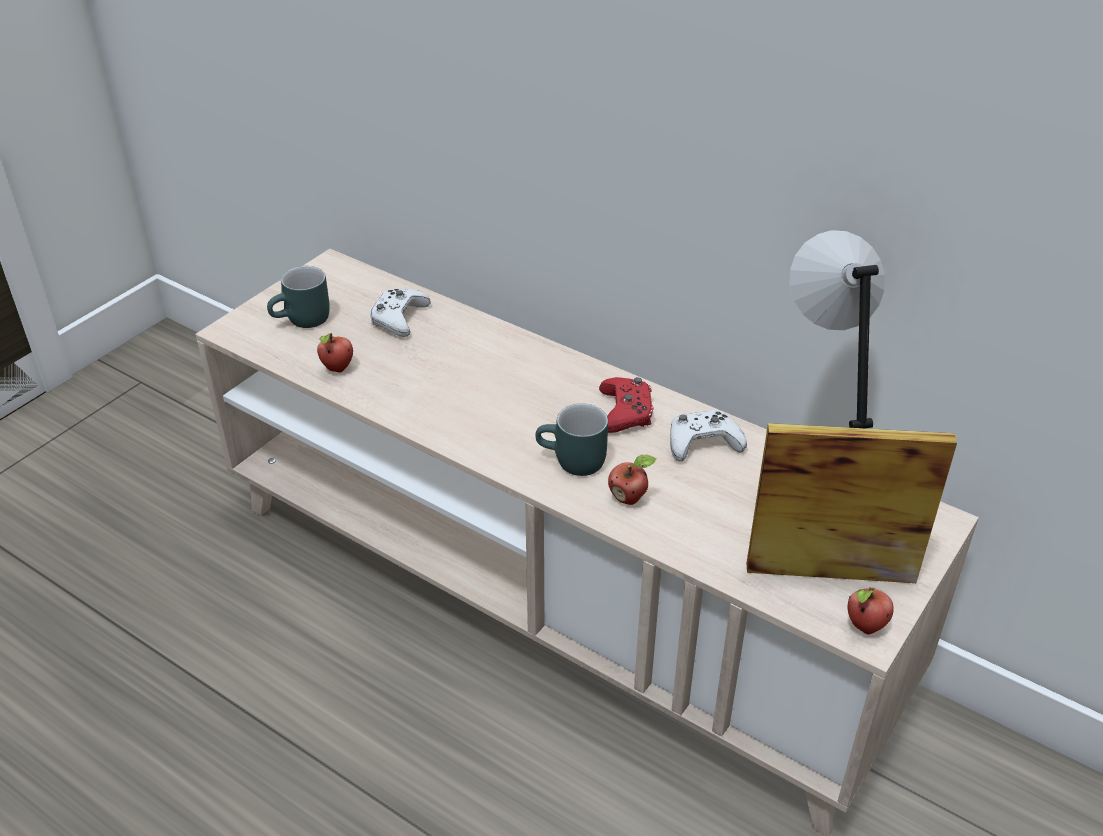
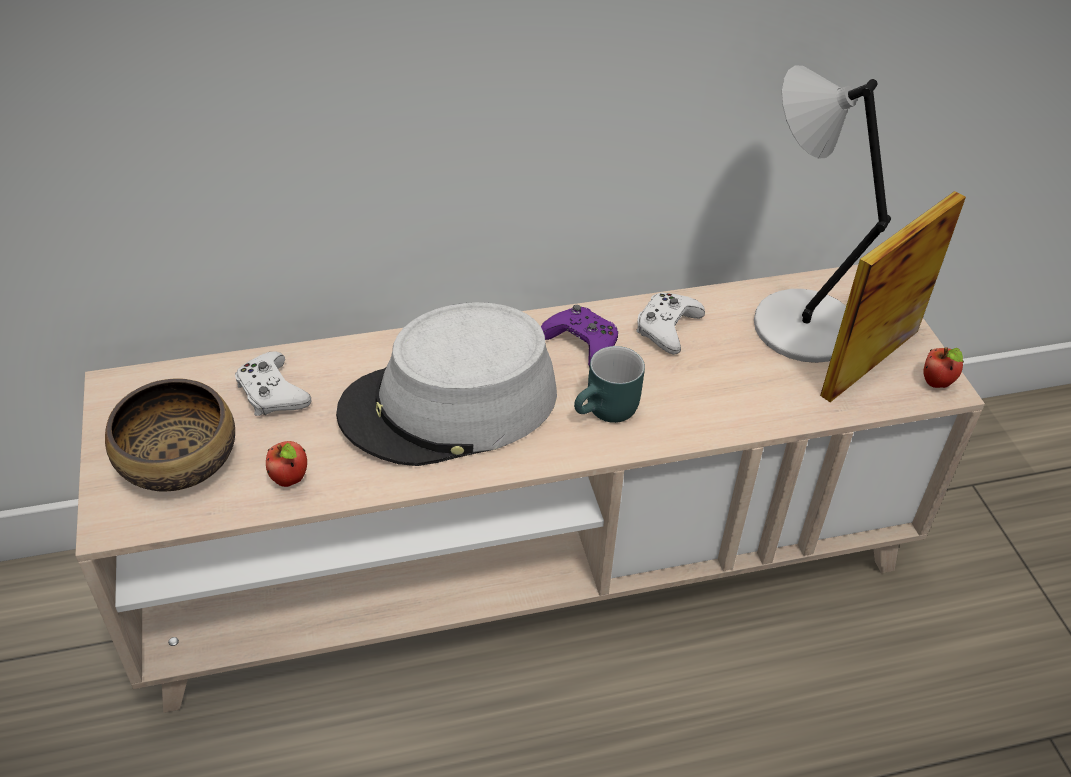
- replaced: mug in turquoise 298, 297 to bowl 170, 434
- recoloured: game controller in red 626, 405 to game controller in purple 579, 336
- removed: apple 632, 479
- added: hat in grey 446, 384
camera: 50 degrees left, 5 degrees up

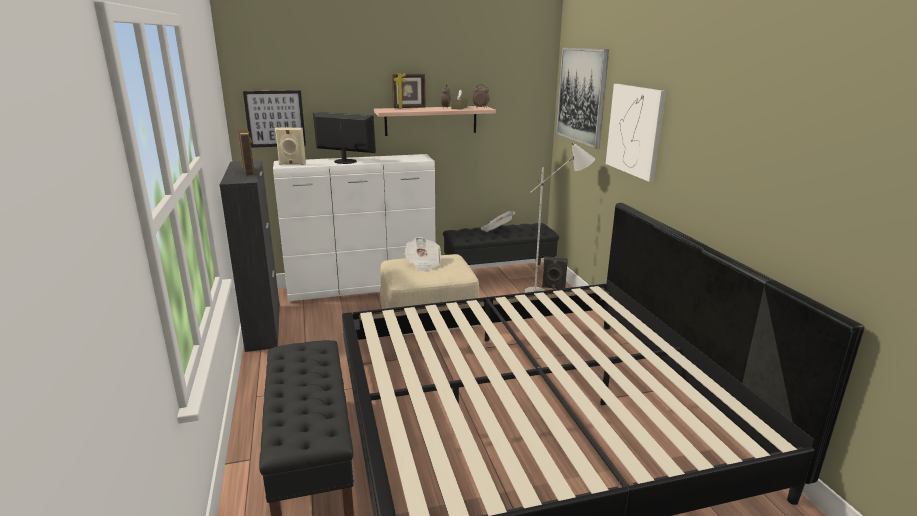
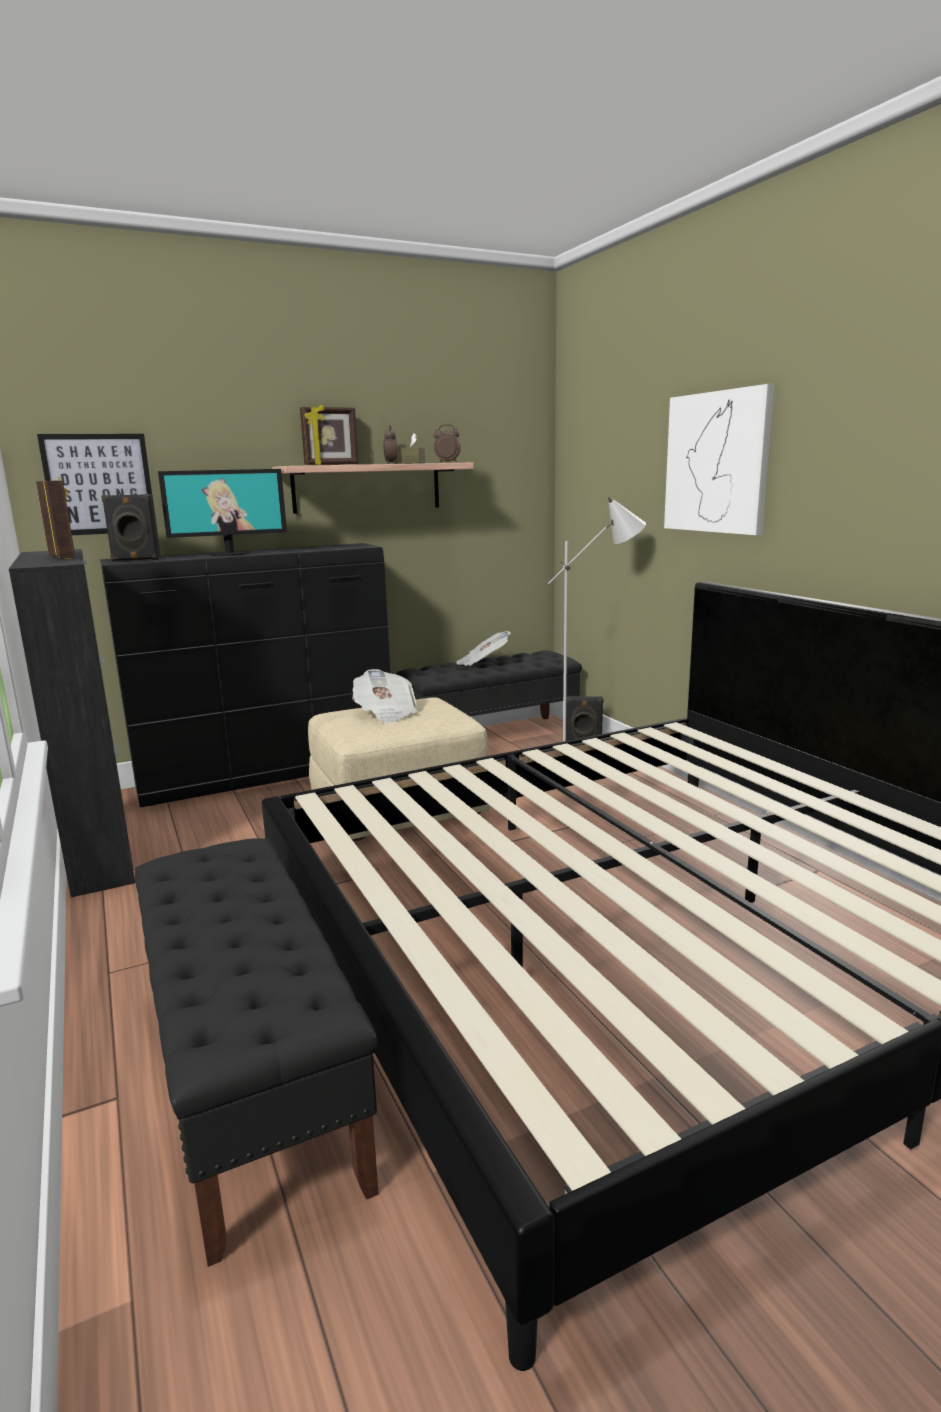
- removed: picture 582, 98
- turned: monitor 344, 138 = 222, 512 150 degrees clockwise
- recoloured: speaker in beige 290, 146 to speaker in black 131, 527
- recoloured: dresser in white 354, 227 to dresser in black 245, 675
camera: 10 degrees left, 5 degrees down

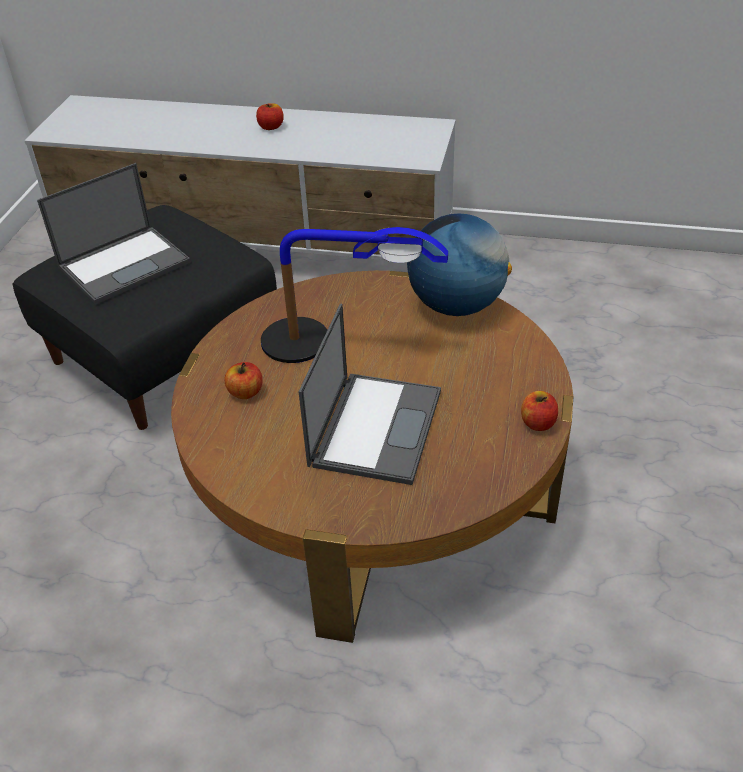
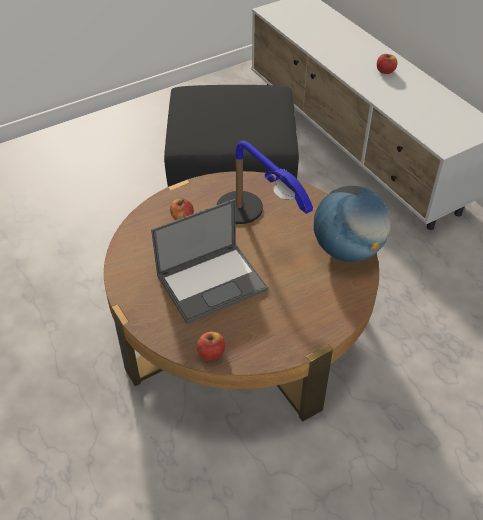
- removed: laptop 114, 234
- moved: apple 539, 411 to 211, 346
camera: 45 degrees right, 5 degrees up

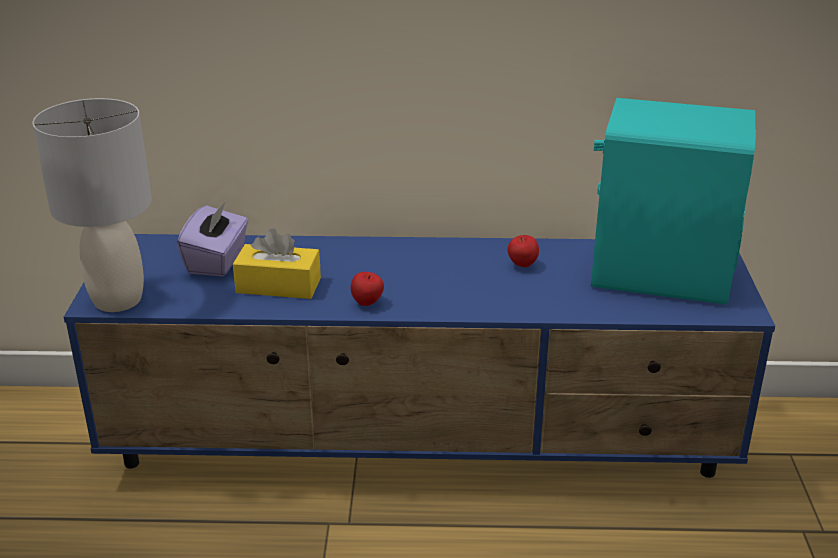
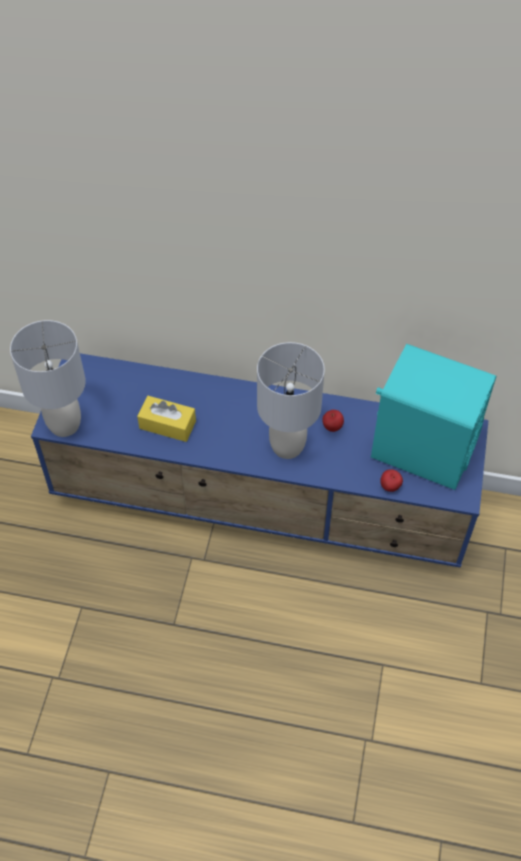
- removed: tissue box in purple 213, 238
- moved: apple 367, 289 to 391, 480
- added: table lamp in grey 291, 400
camera: 10 degrees right, 25 degrees up

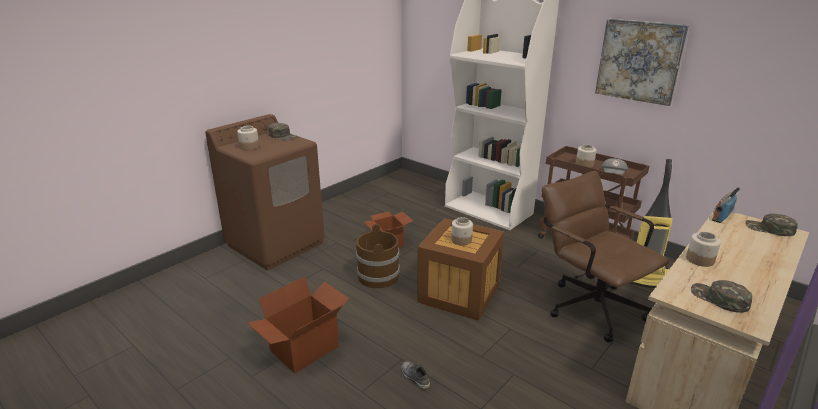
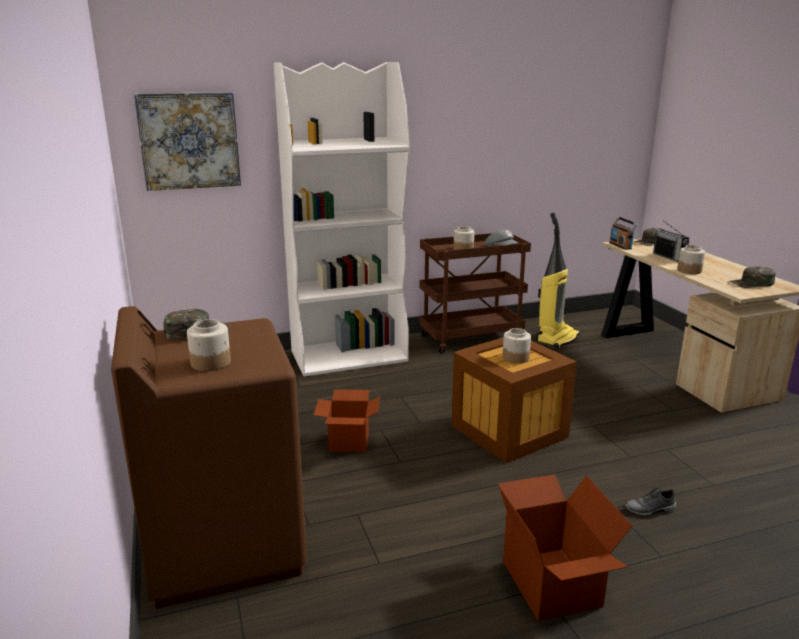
- moved: picture 642, 62 to 187, 141
- removed: office chair in brown 605, 256
- removed: bucket in brown 377, 256
- added: radio 671, 241
camera: 60 degrees left, 5 degrees down

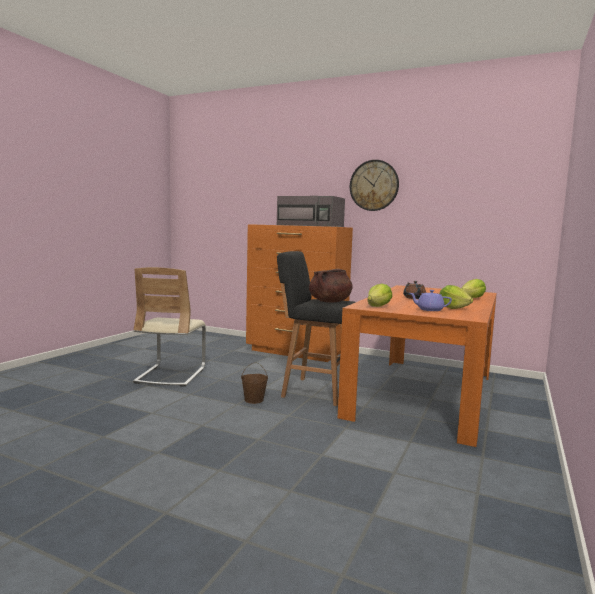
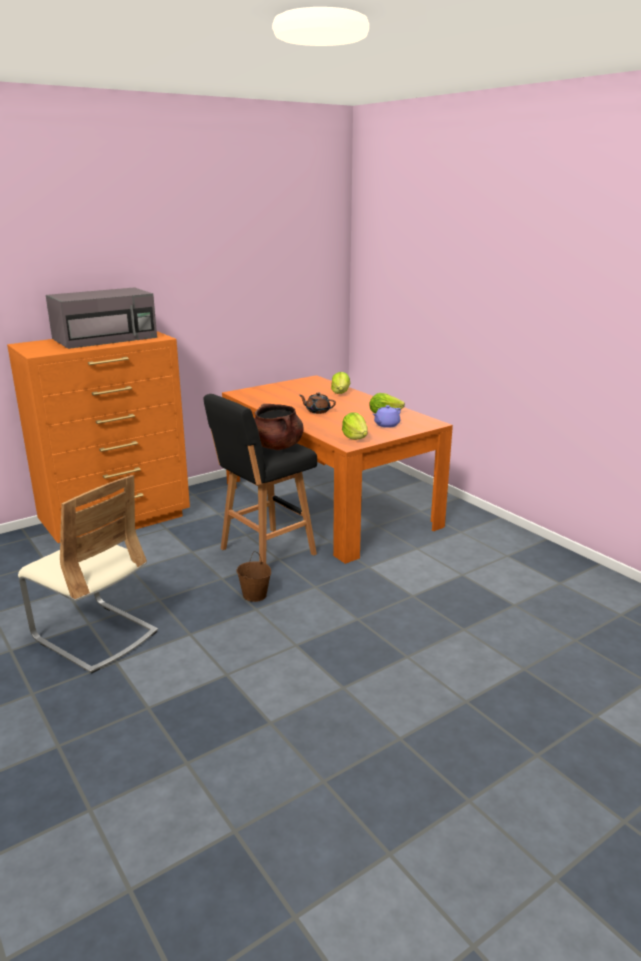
- removed: wall clock 374, 185
camera: 60 degrees left, 15 degrees up

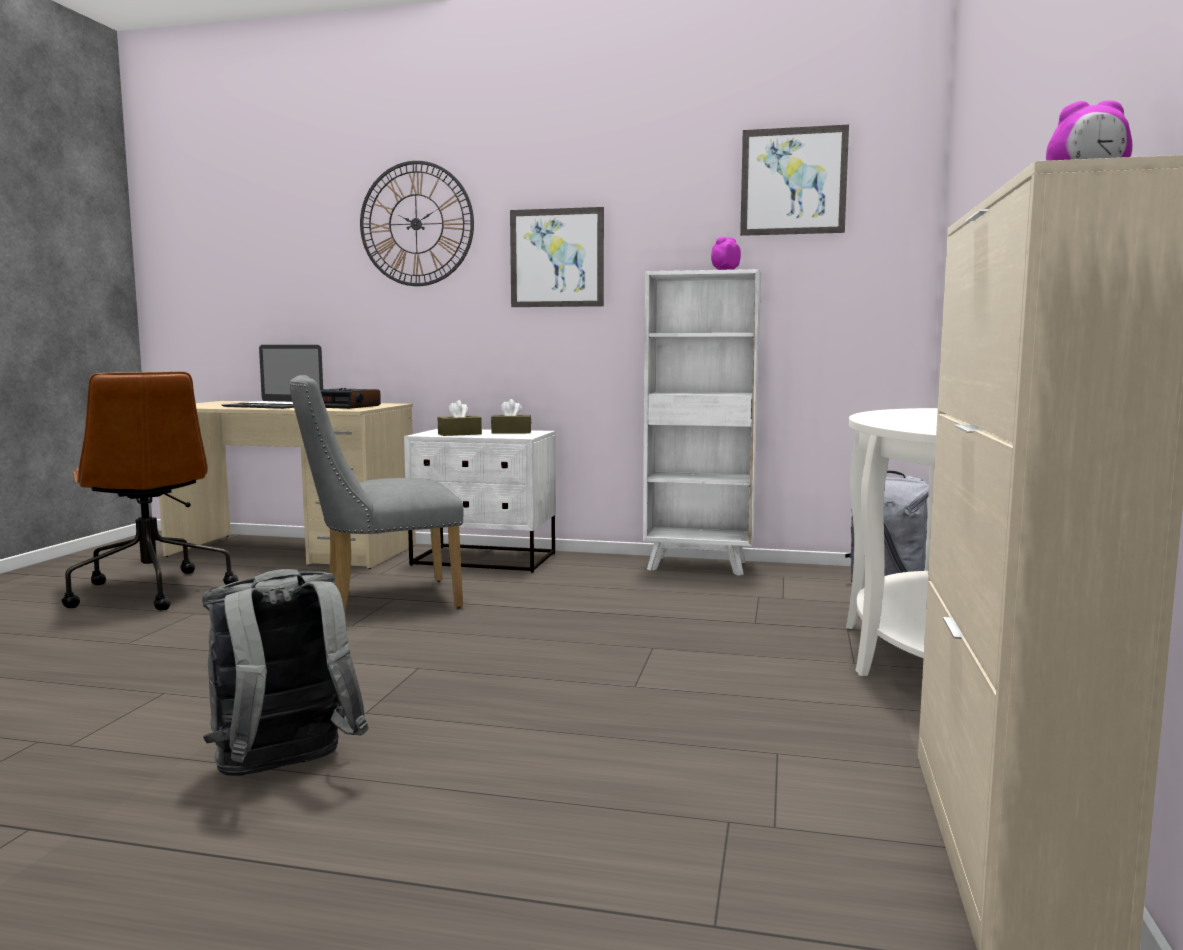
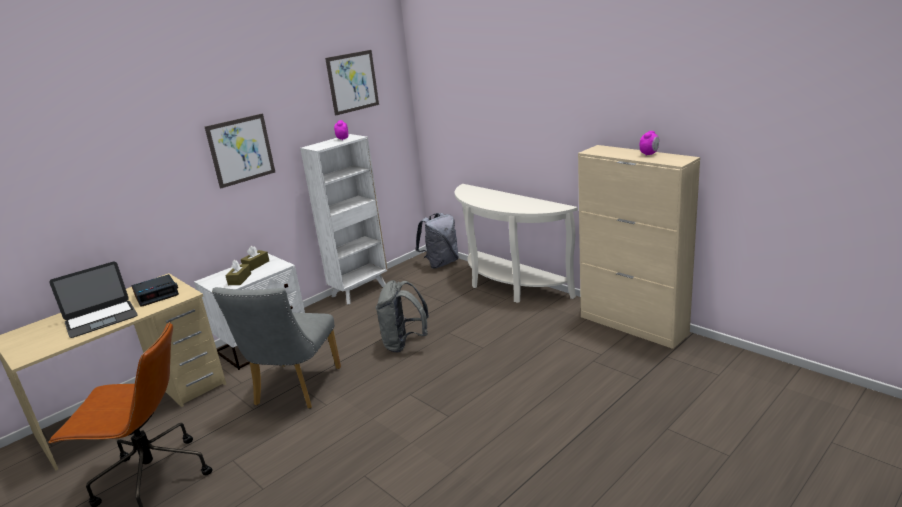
- removed: wall clock 417, 223
- moved: backpack in grey 285, 672 to 402, 316
camera: 55 degrees left, 15 degrees up

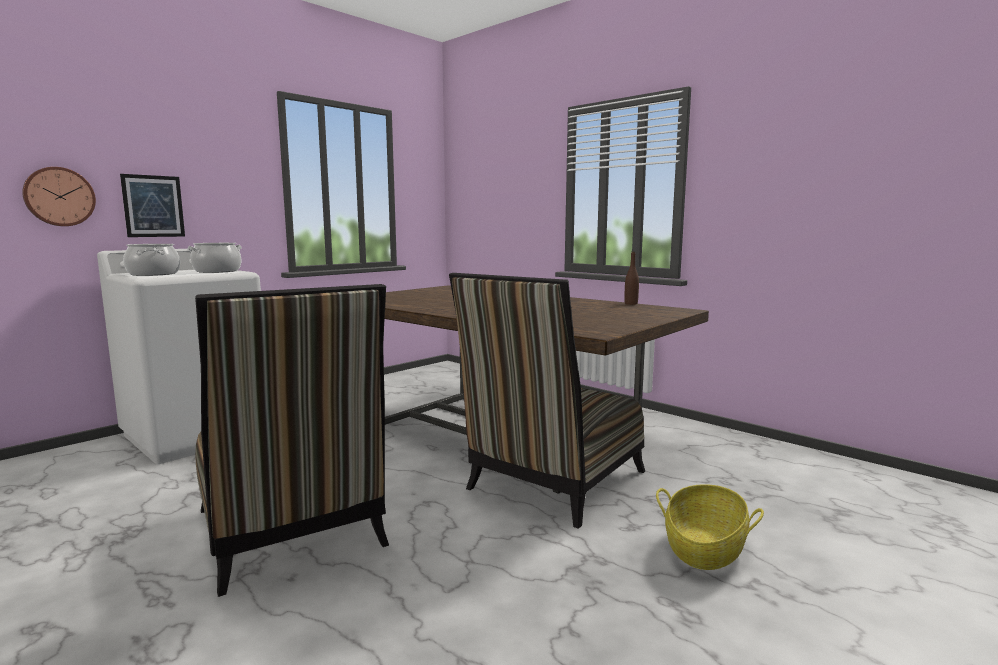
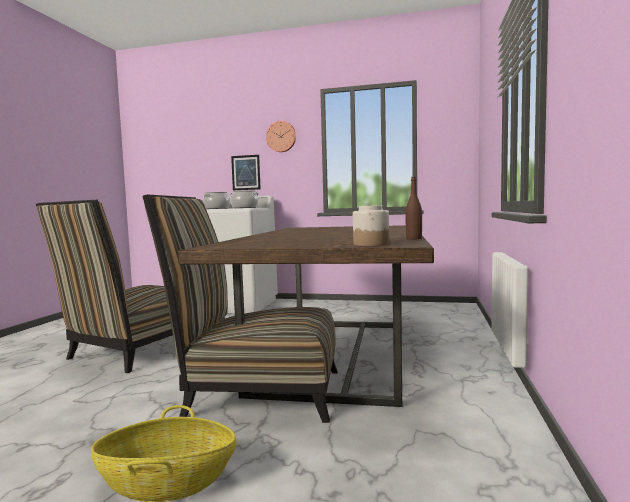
- moved: wall clock 59, 196 to 281, 136
- added: jar 371, 225
camera: 60 degrees right, 5 degrees down

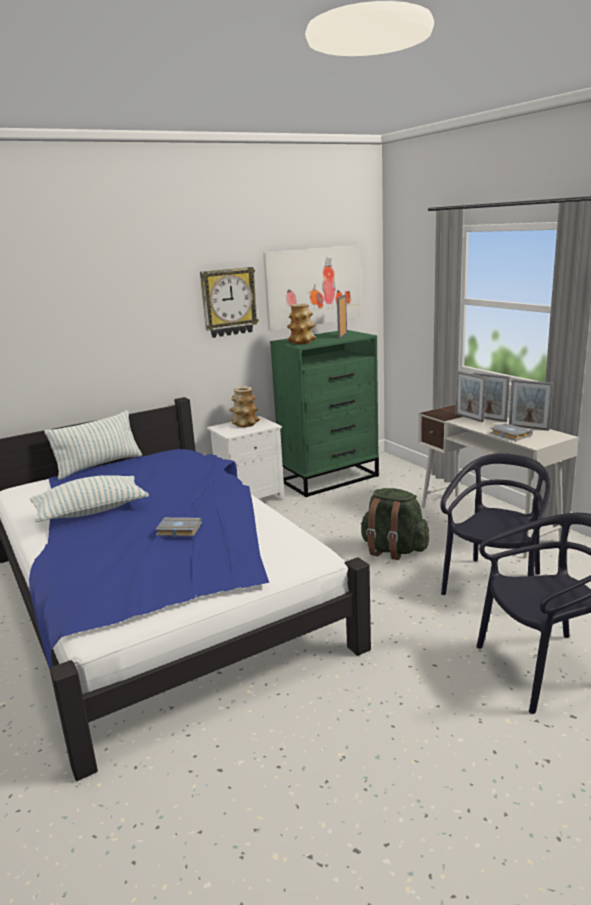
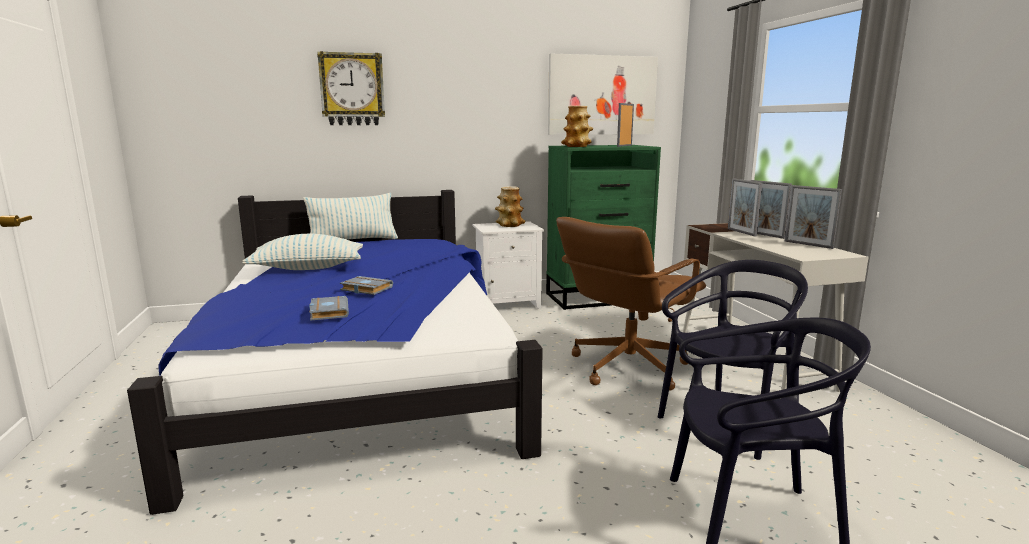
- moved: wall clock 229, 302 to 351, 88
- moved: book in grey 511, 432 to 329, 308
- replaced: backpack in green 395, 524 to office chair in brown 631, 304
camera: 15 degrees right, 5 degrees down

